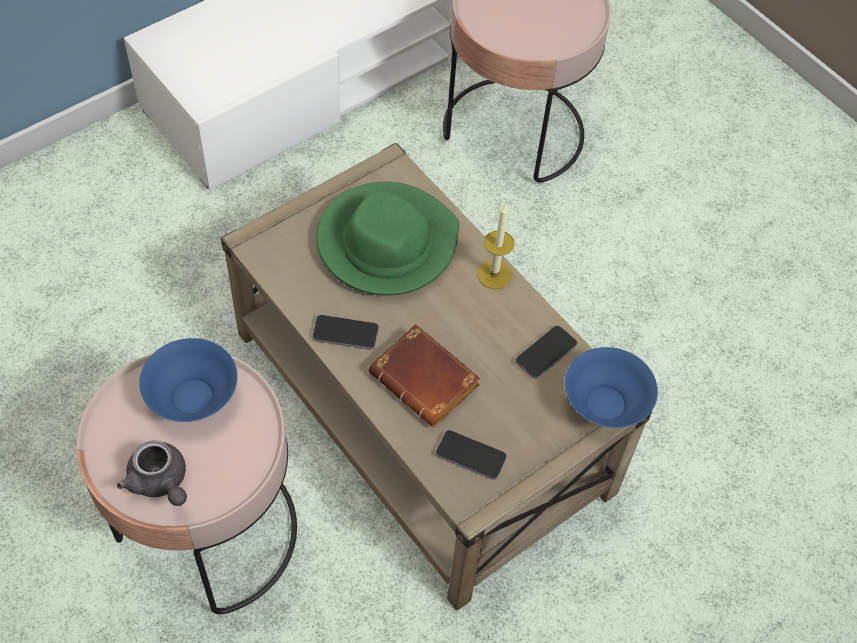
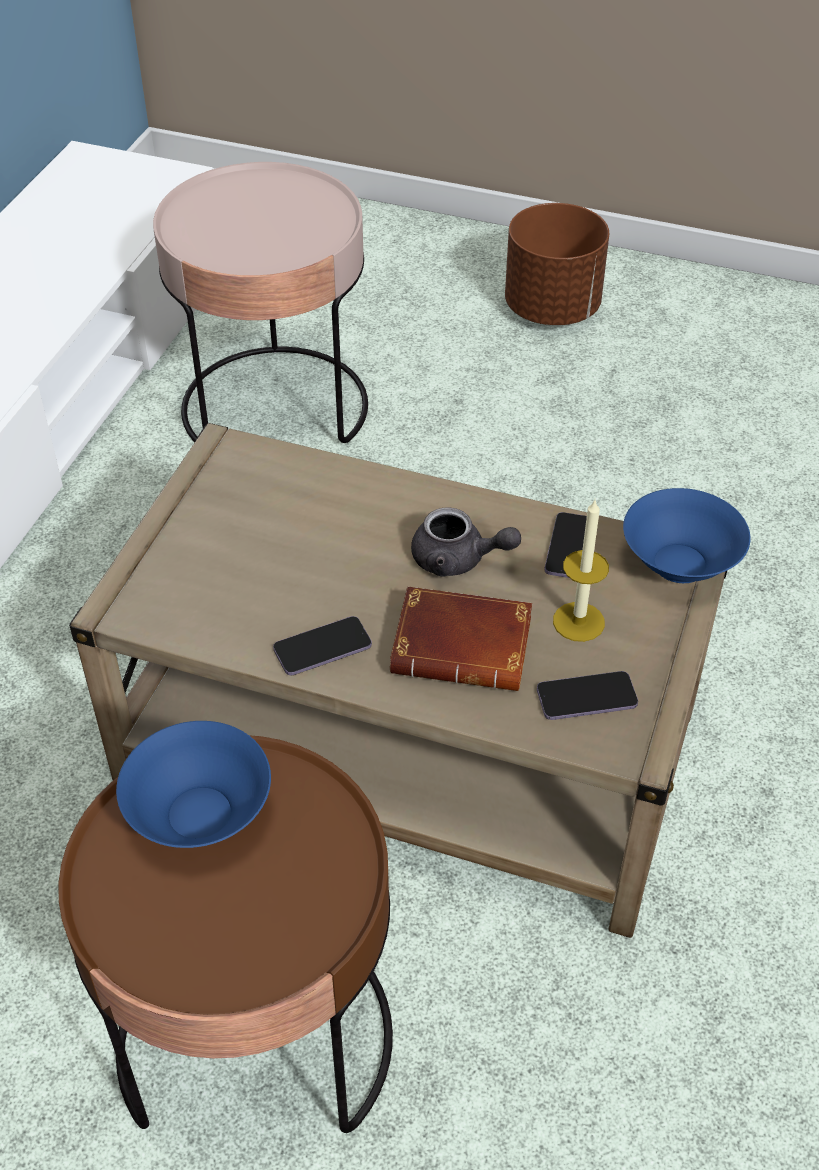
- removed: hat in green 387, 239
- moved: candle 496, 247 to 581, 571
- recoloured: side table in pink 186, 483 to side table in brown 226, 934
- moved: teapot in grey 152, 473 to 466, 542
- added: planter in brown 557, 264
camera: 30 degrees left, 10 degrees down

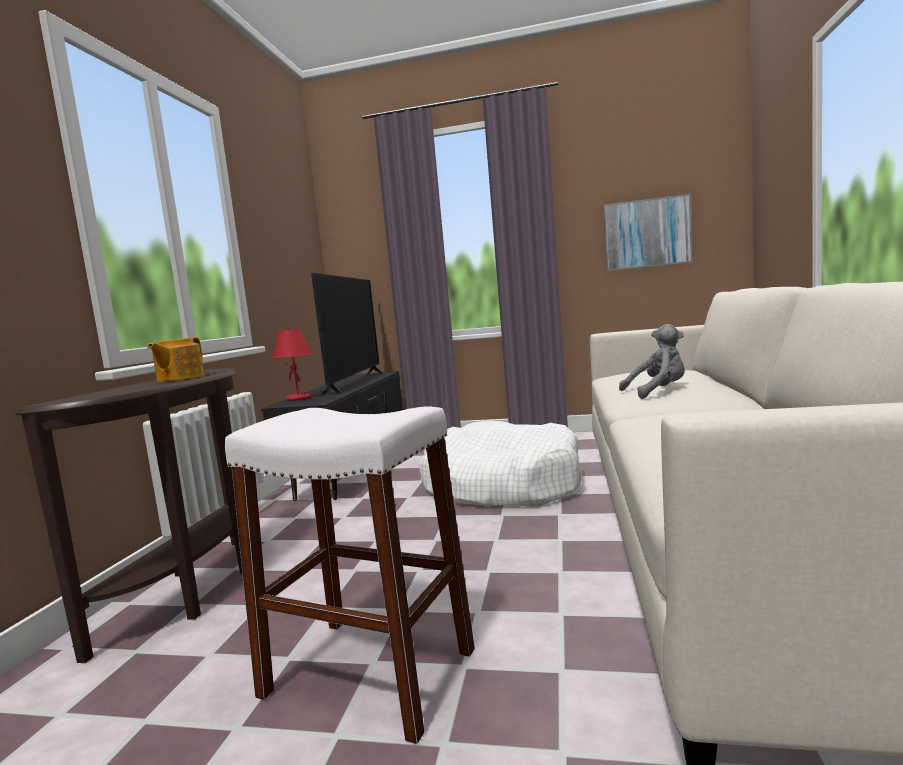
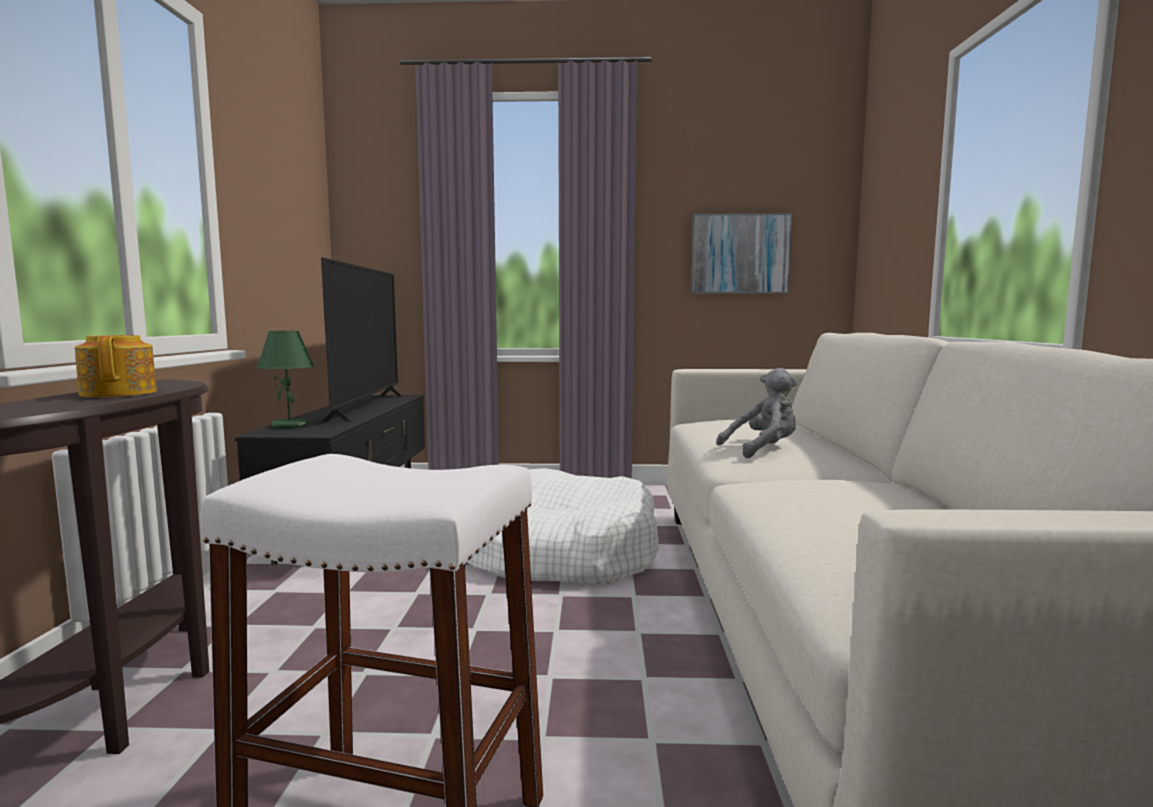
- recoloured: table lamp in red 293, 364 to table lamp in green 285, 379
- turned: teapot 175, 359 = 116, 366 150 degrees clockwise
camera: 10 degrees left, 0 degrees up

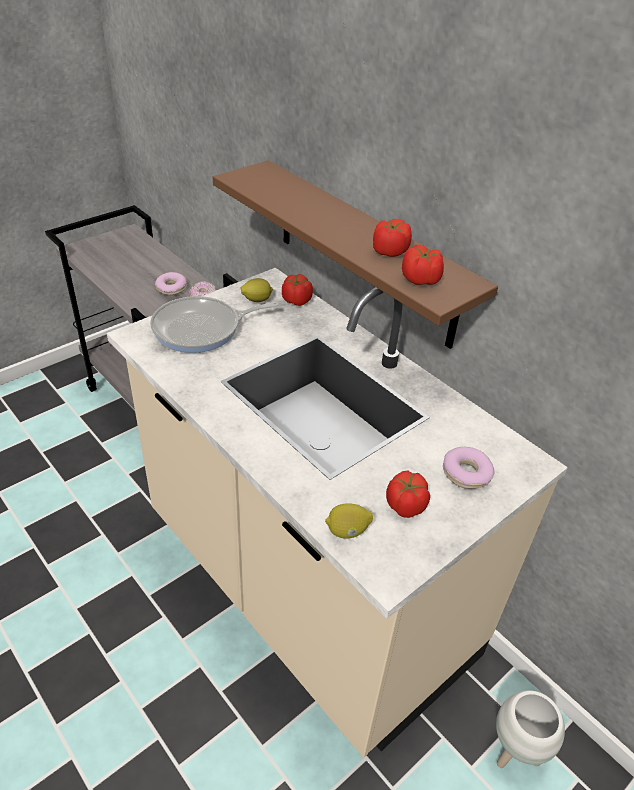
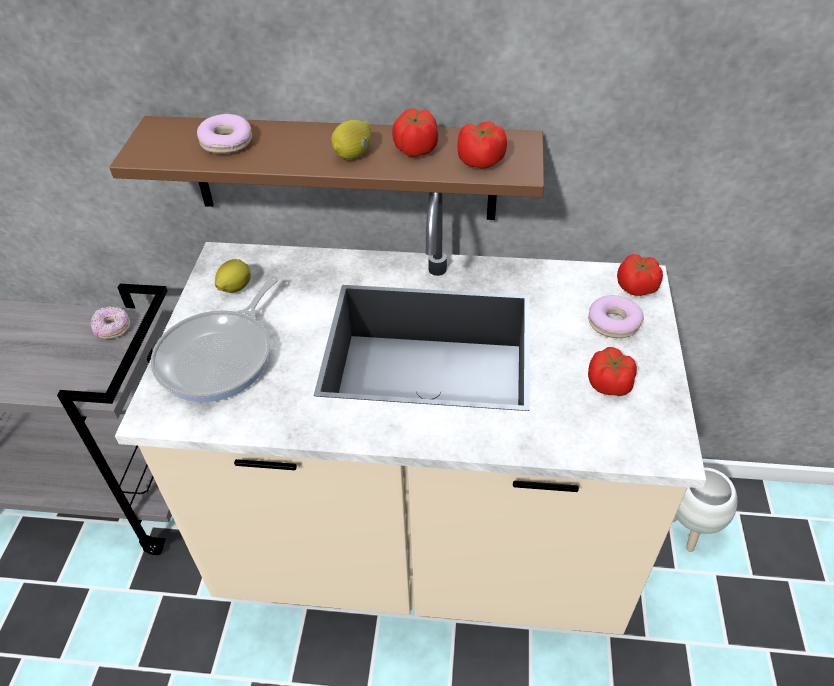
- moved: donut 171, 283 to 224, 134
- moved: tomato 297, 290 to 640, 275
- moved: lemon 349, 521 to 351, 139
camera: 40 degrees left, 5 degrees up

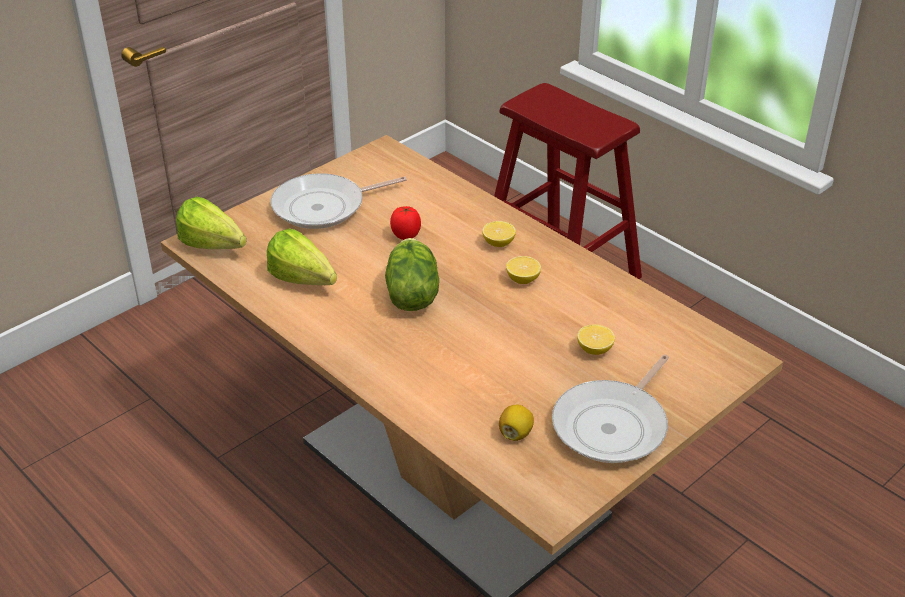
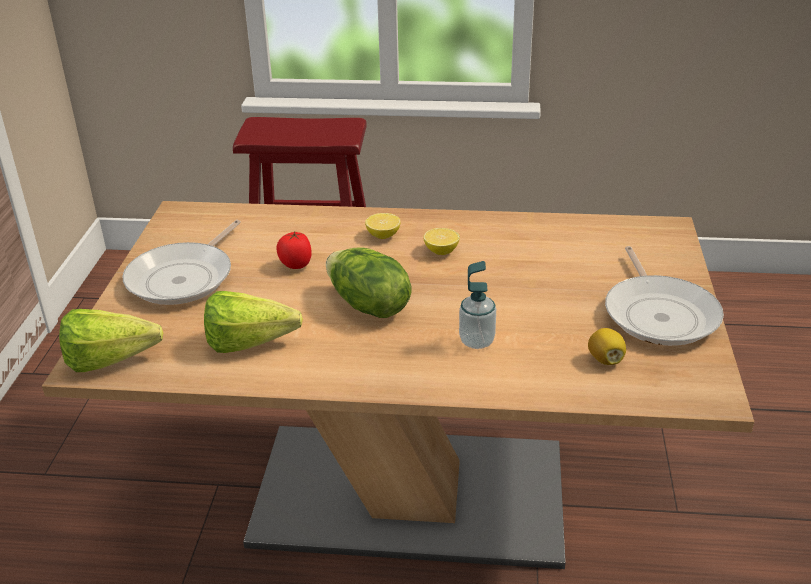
- removed: lemon 596, 339
- added: soap dispenser 477, 305
camera: 40 degrees left, 5 degrees down

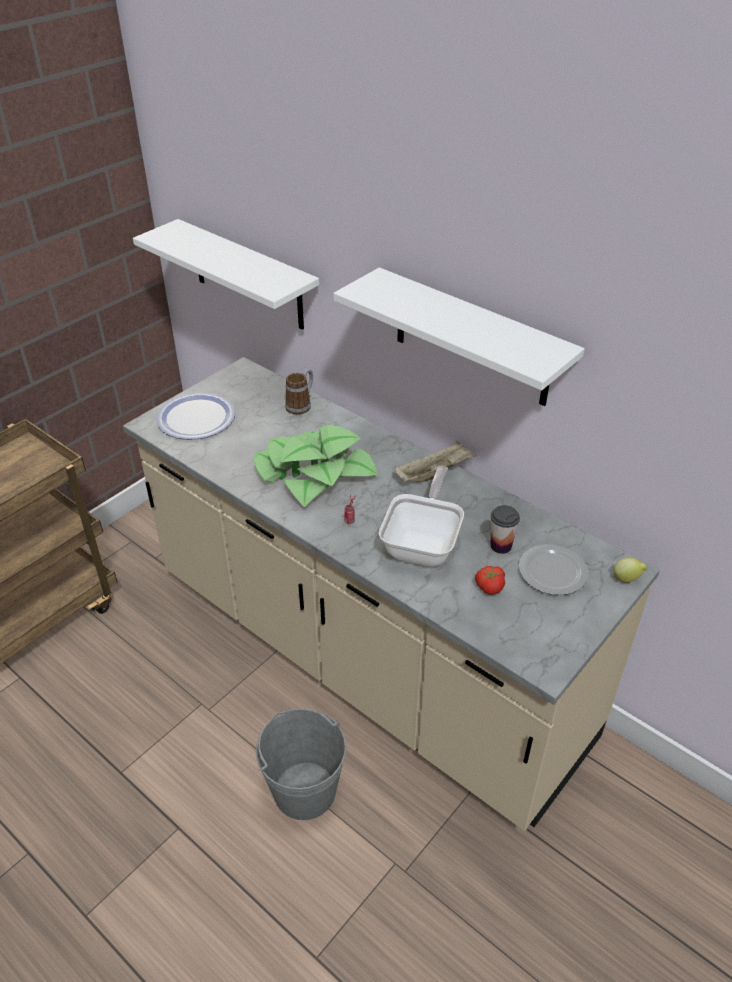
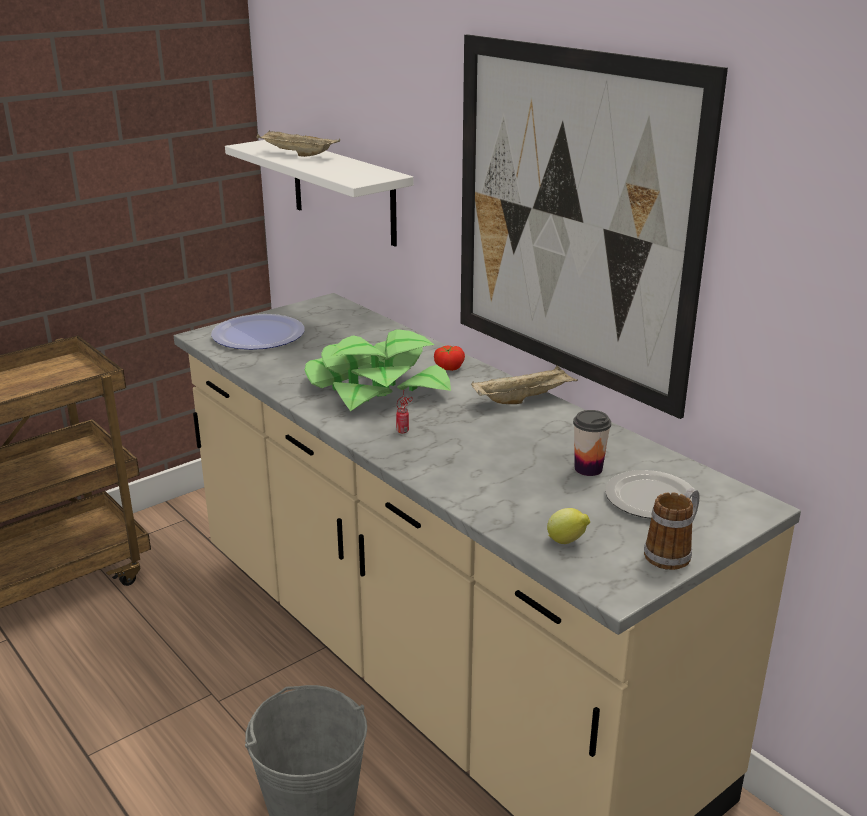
- replaced: shelf in white 459, 336 to picture 594, 226
- moved: mug 299, 392 to 671, 529
- removed: frying pan 421, 516
- moved: lemon 630, 570 to 568, 526
- moved: tomato 490, 580 to 449, 358
- added: tray in beige 298, 143
camera: 10 degrees right, 15 degrees down

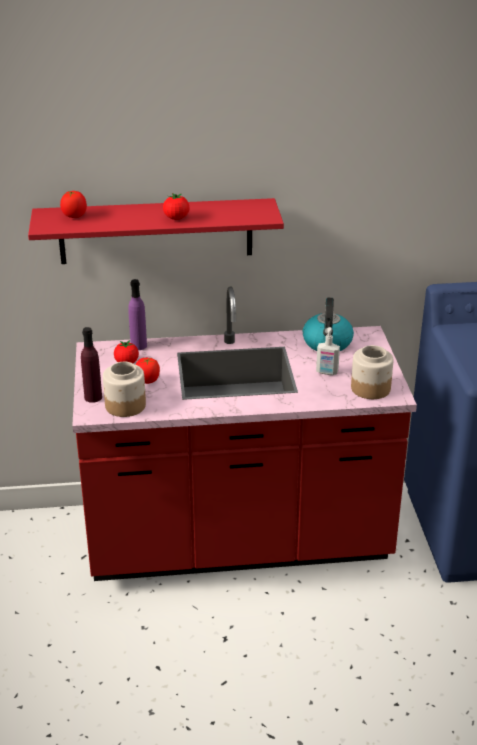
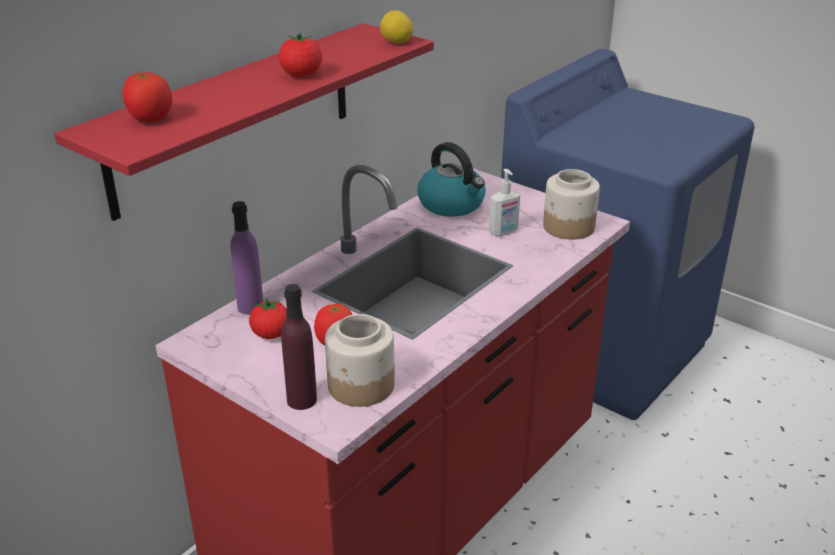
- added: lemon 397, 26
camera: 45 degrees left, 0 degrees up

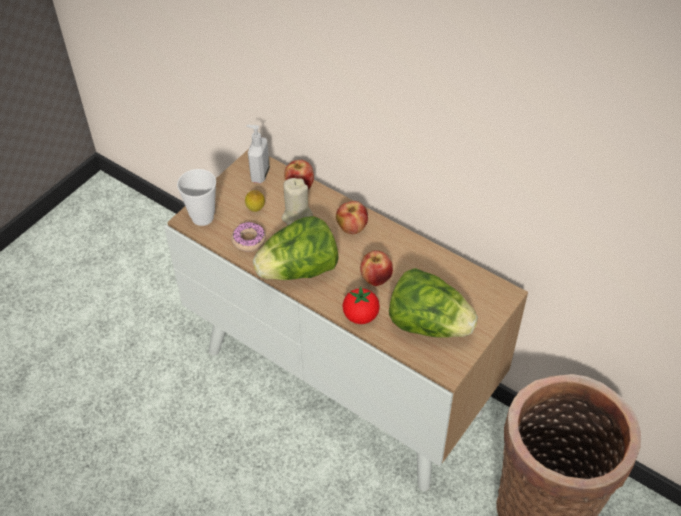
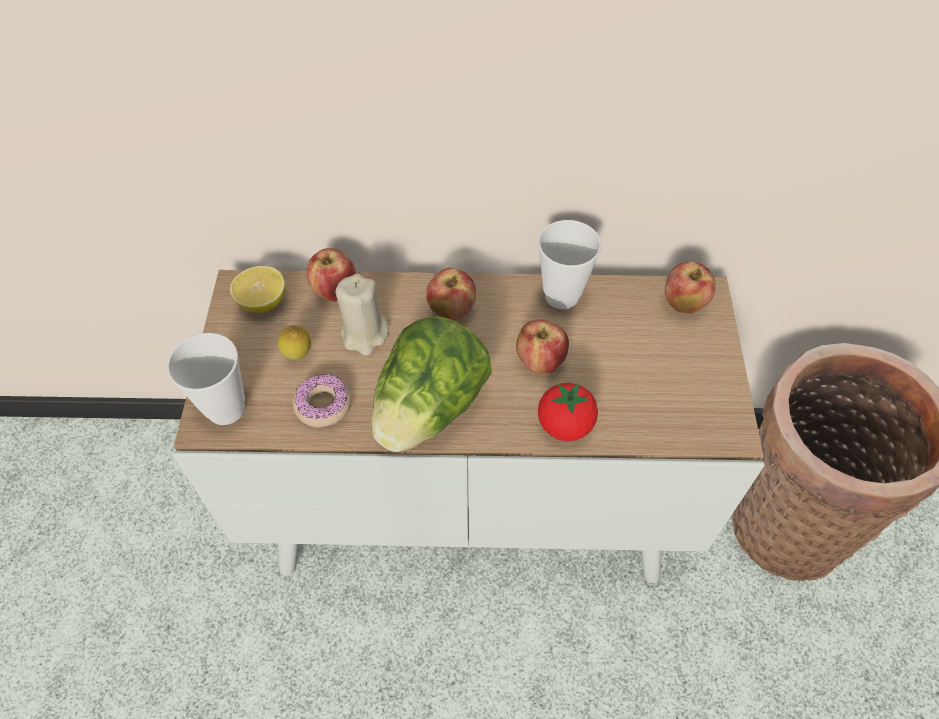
- replaced: soap dispenser 258, 154 to lemon 257, 289
- removed: lettuce 433, 303
- added: cup 569, 264
- added: apple 690, 287
camera: 35 degrees left, 5 degrees up

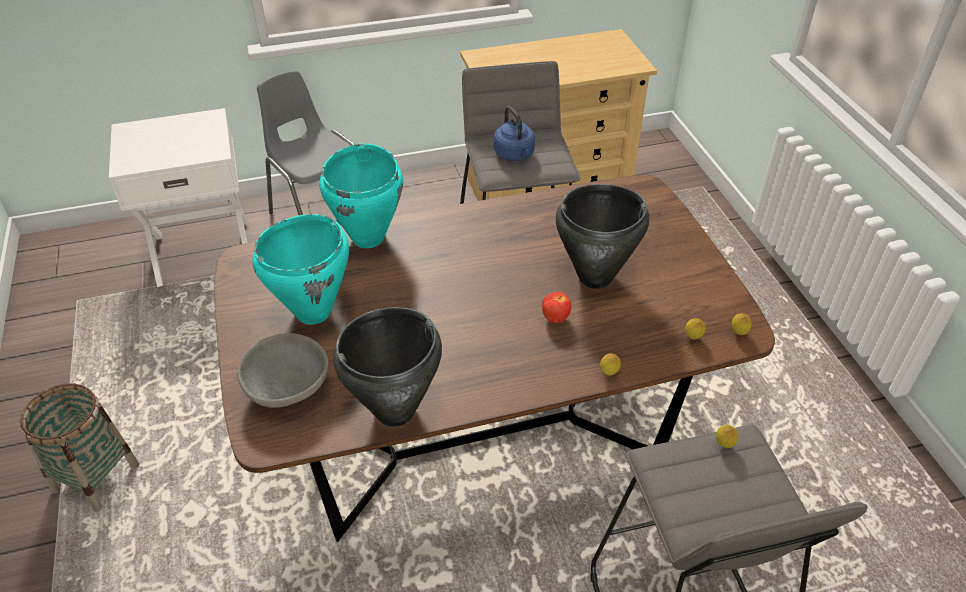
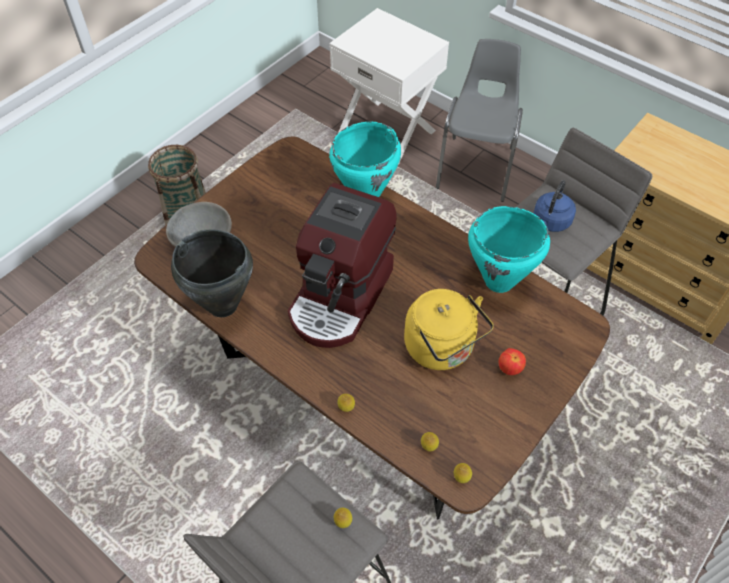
- replaced: cooking pot in black 602, 236 to kettle in yellow 449, 329
- moved: cooking pot in turquoise 301, 269 to 509, 249
- moved: apple 557, 307 to 512, 361
- added: coffee machine 342, 265
camera: 55 degrees right, 10 degrees up

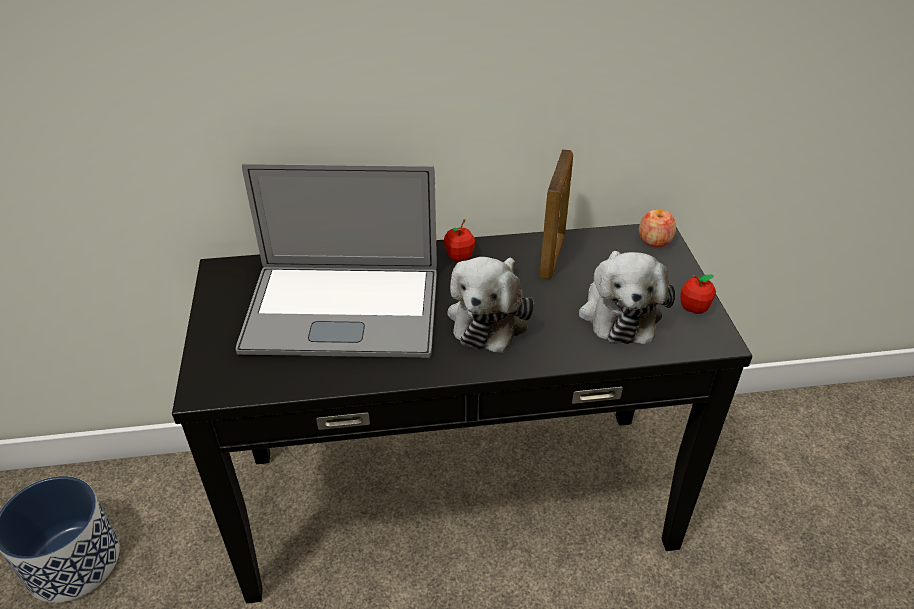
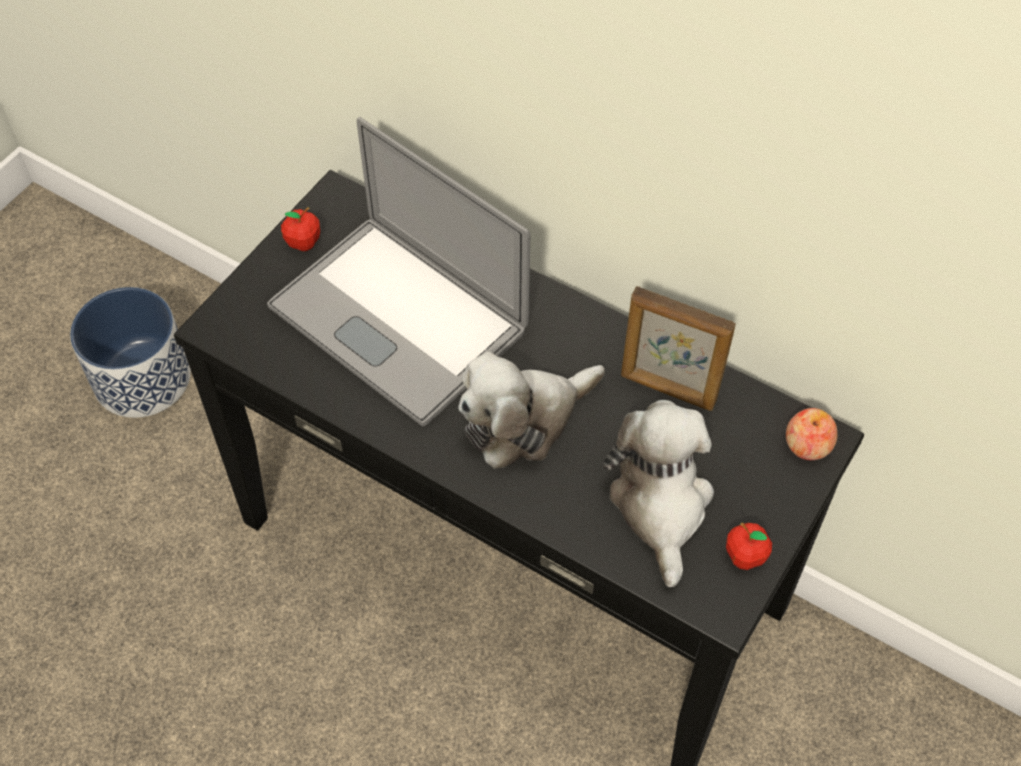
- turned: picture frame 556, 214 = 678, 348 60 degrees clockwise
- moved: apple 459, 240 to 300, 229
- turned: plush toy 627, 297 = 658, 493 135 degrees clockwise
camera: 40 degrees right, 15 degrees up

